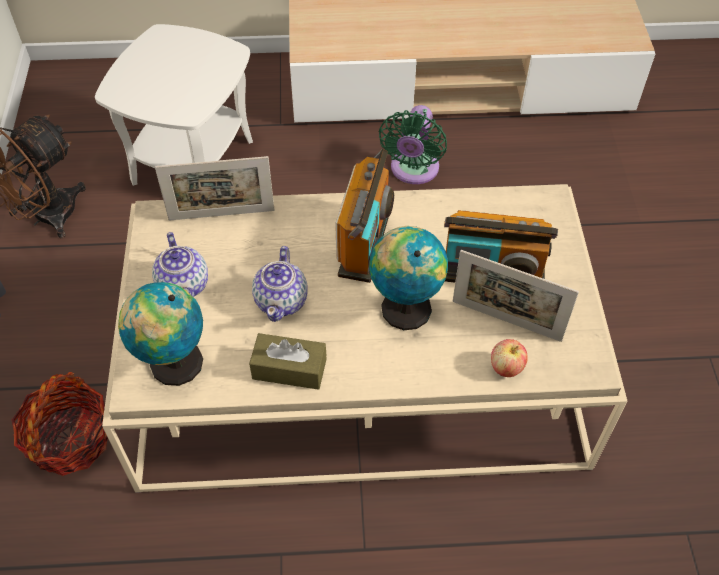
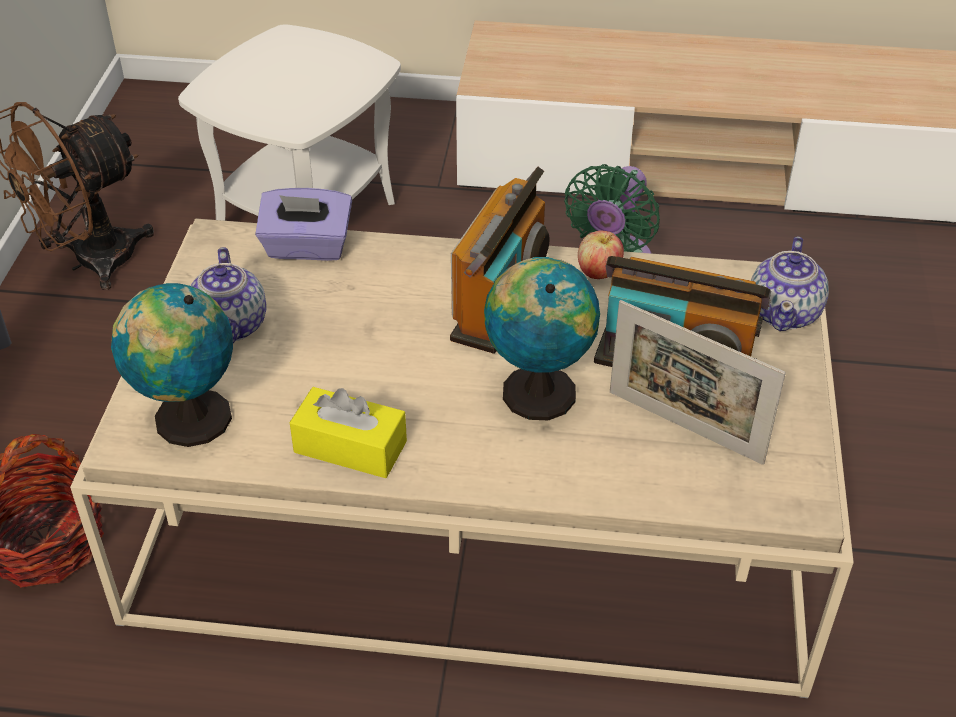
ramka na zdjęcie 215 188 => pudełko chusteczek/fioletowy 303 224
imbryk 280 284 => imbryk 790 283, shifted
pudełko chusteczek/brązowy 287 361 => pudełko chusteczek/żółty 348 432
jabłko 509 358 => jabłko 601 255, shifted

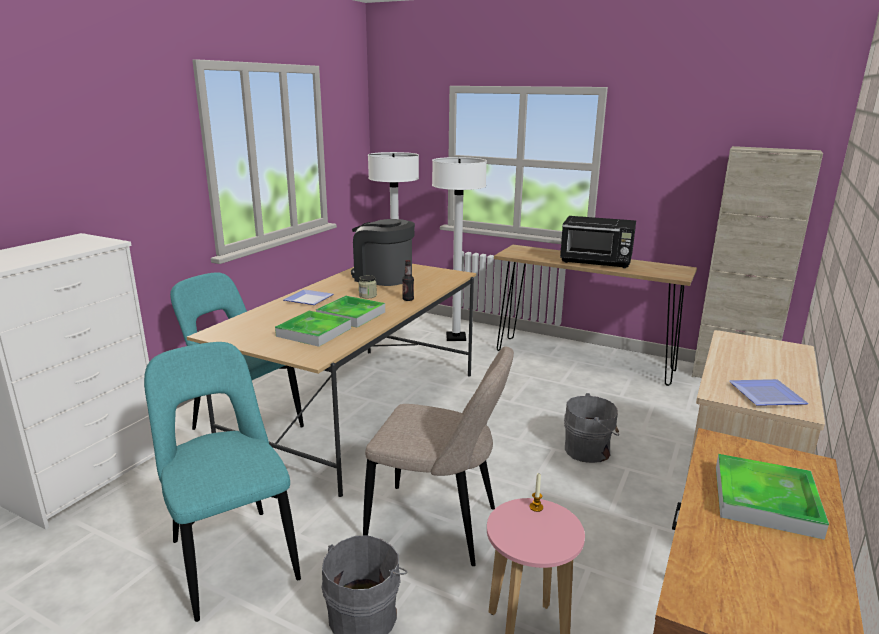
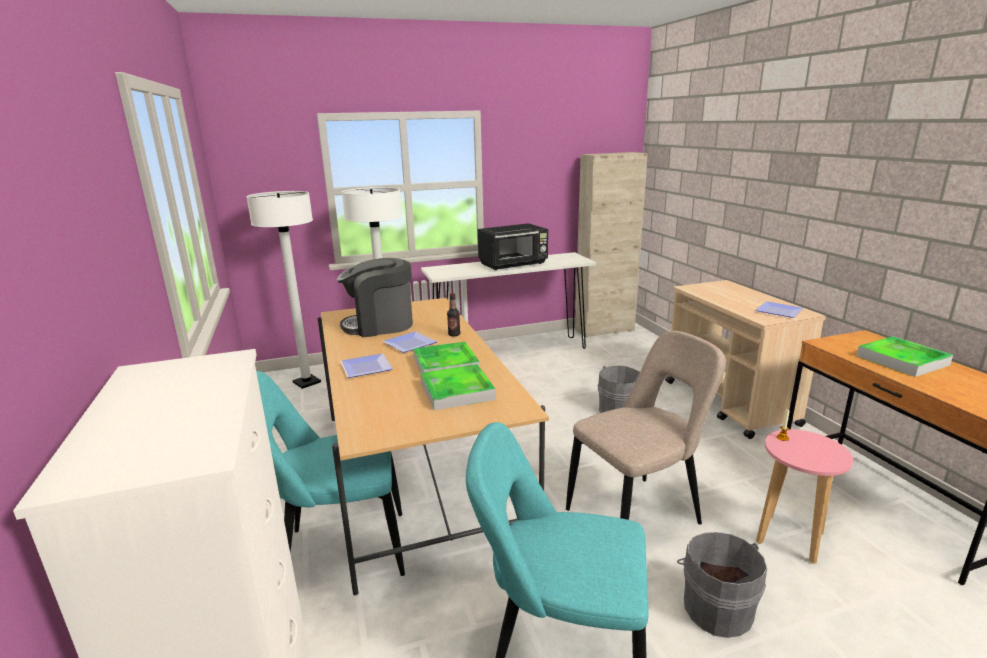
stolik konsolowy/brązowy 595 315 => stolik konsolowy/biały 508 300
słoik 367 286 => talerz 410 342

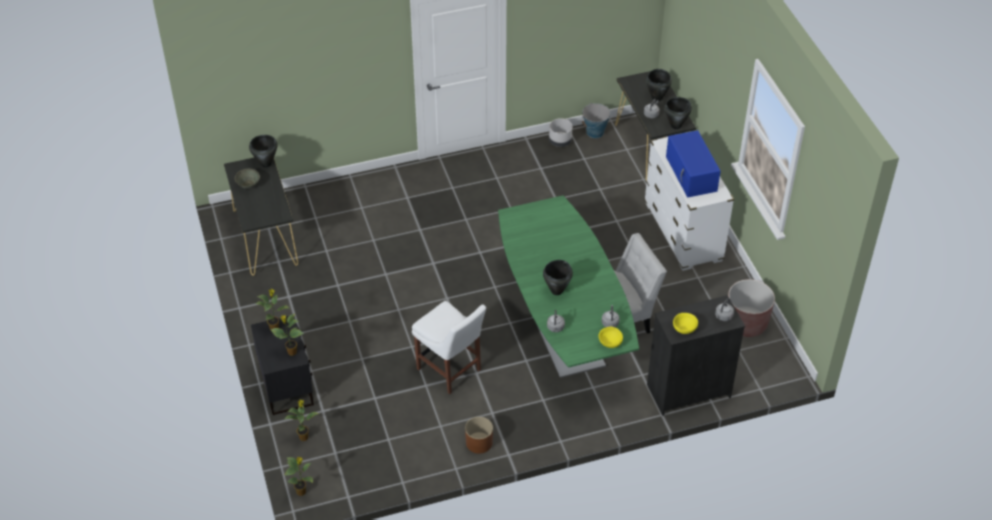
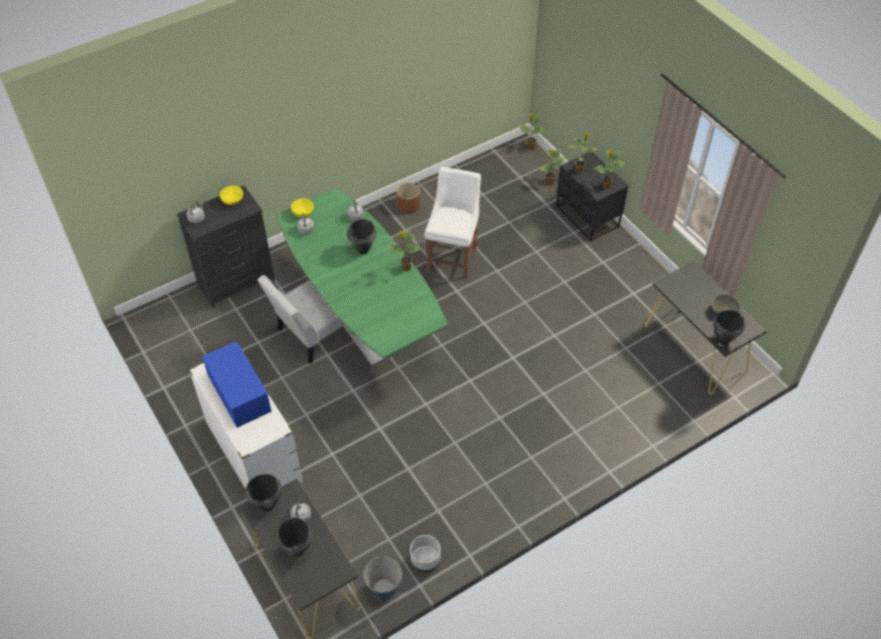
donica/brązowy 751 308 => nothing
krzesło/biały 449 347 => krzesło/biały 452 222, 75 degrees clockwise
nothing => roślina doniczkowa 404 250

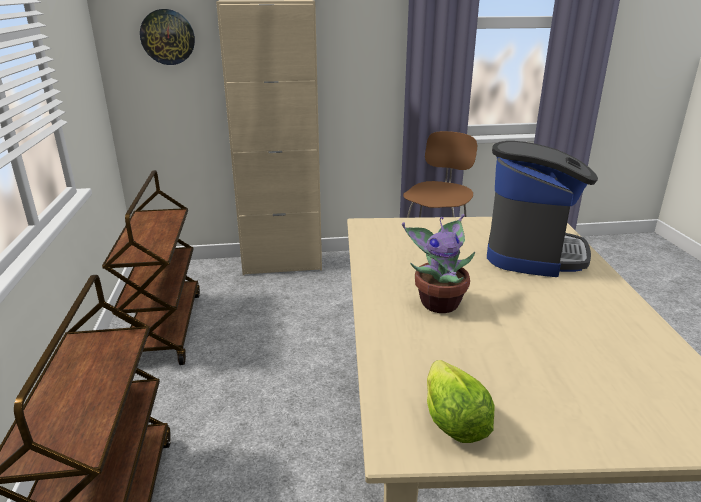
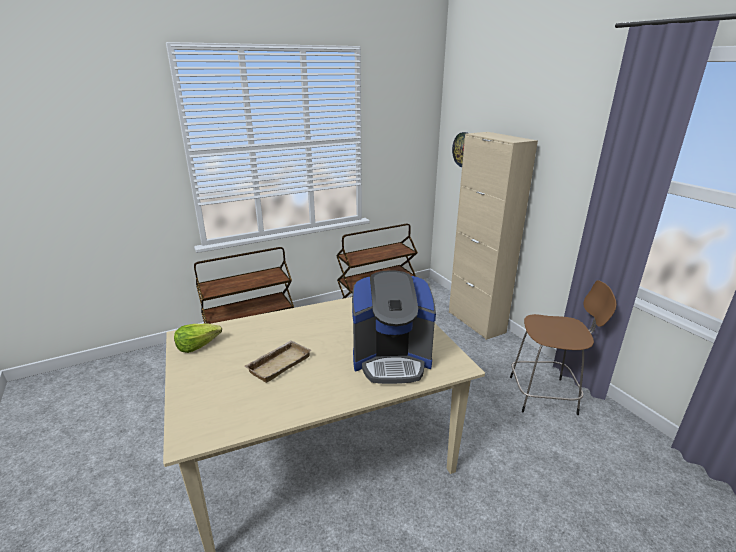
roślina doniczkowa 438 263 => nothing
nothing => taca/beżowy 278 361

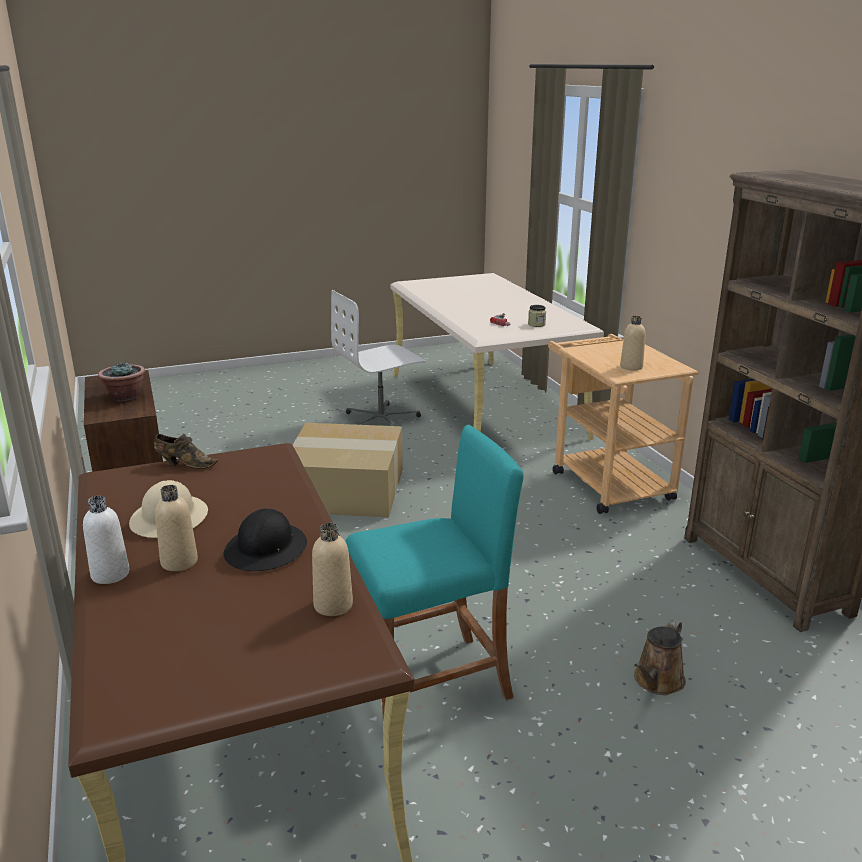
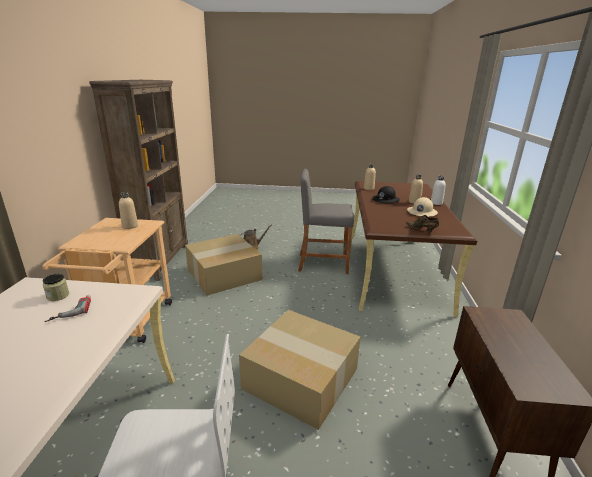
roślina doniczkowa 121 381 => nothing
stołek/turkusowy 434 571 => stołek/szary 326 221
nothing => karton 223 264

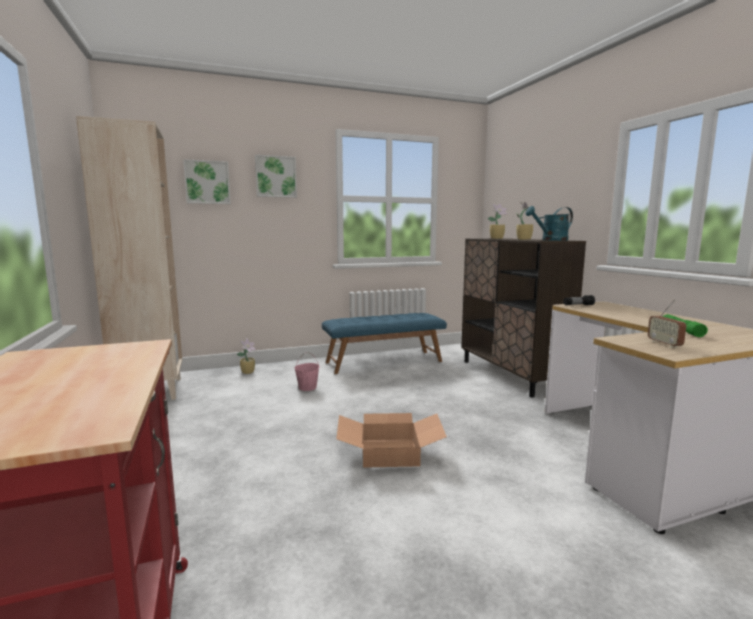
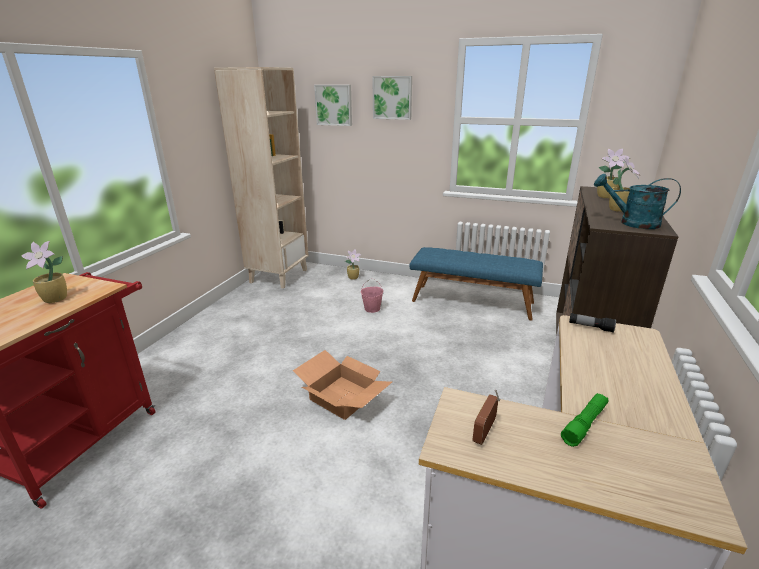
nothing => roślina doniczkowa 44 272

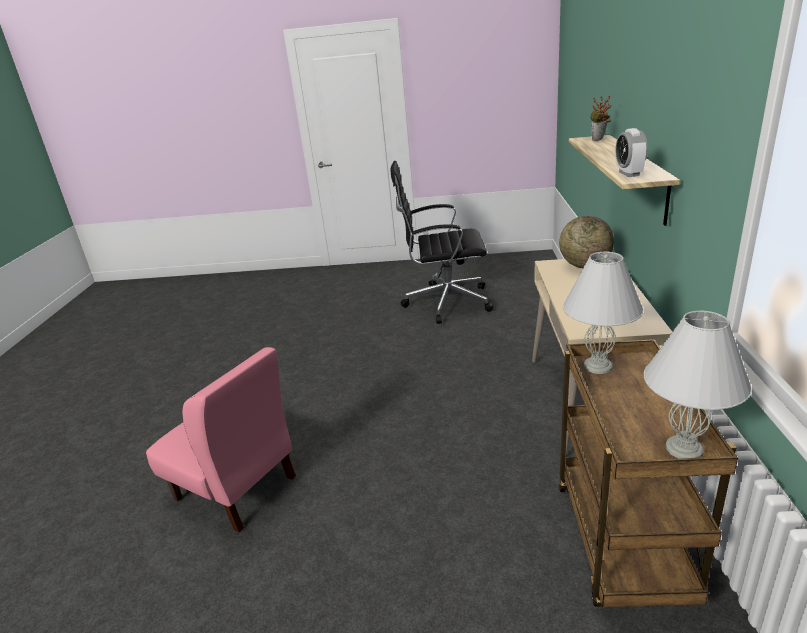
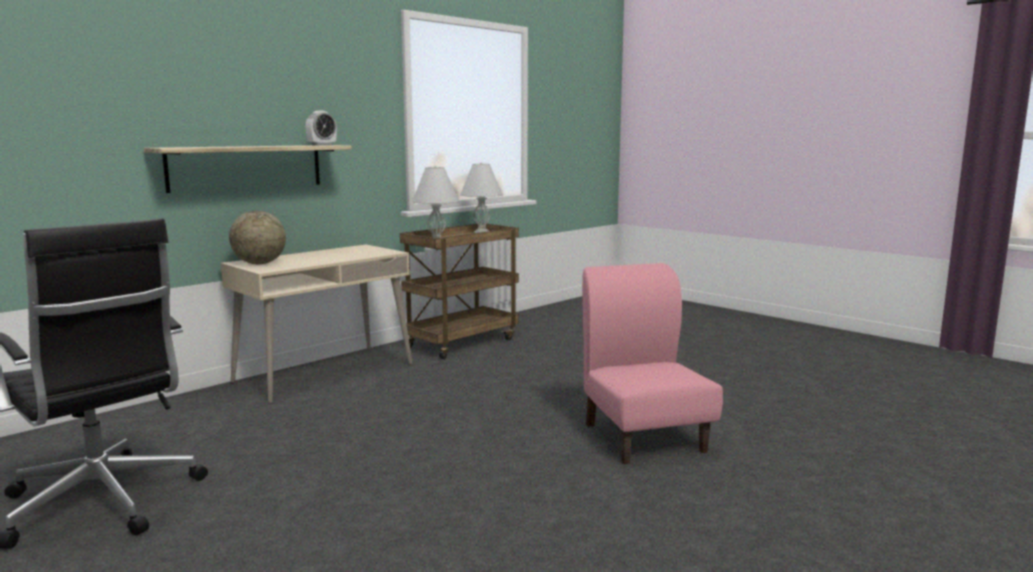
roślina doniczkowa 600 118 => nothing

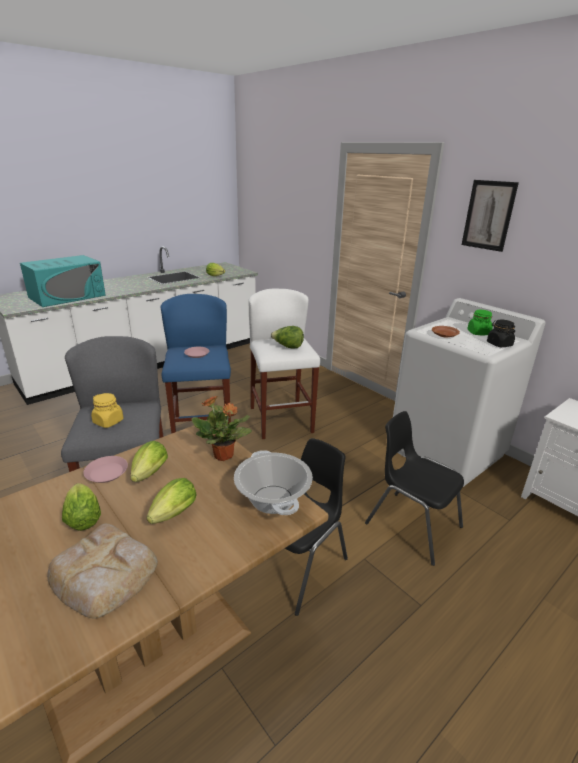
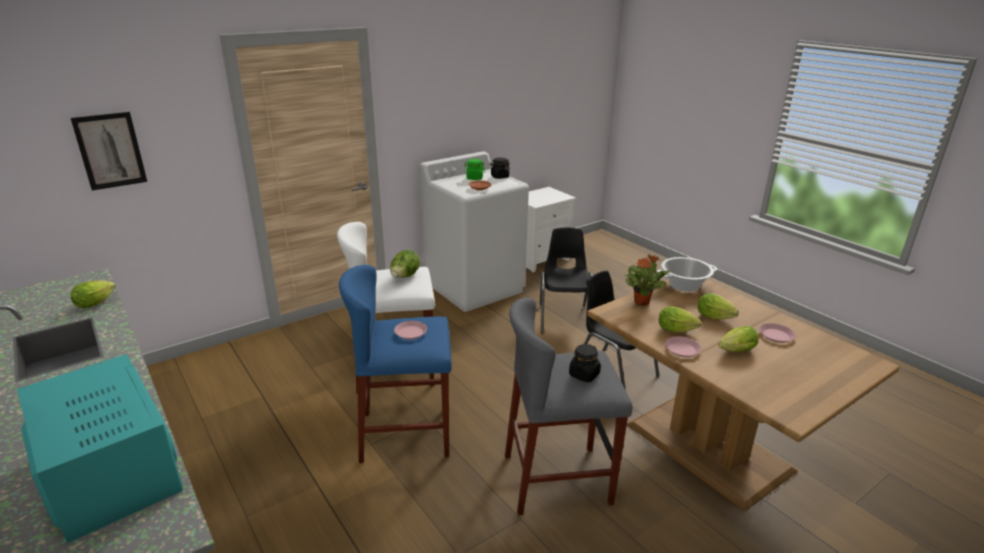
obraz 490 216 => obraz 109 151, shifted
słoik/żółty 107 410 => słoik/czarny 585 363
krzesło/czarny 414 488 => krzesło/czarny 566 281, 135 degrees clockwise
chleb 102 570 => talerz/różowy 777 333

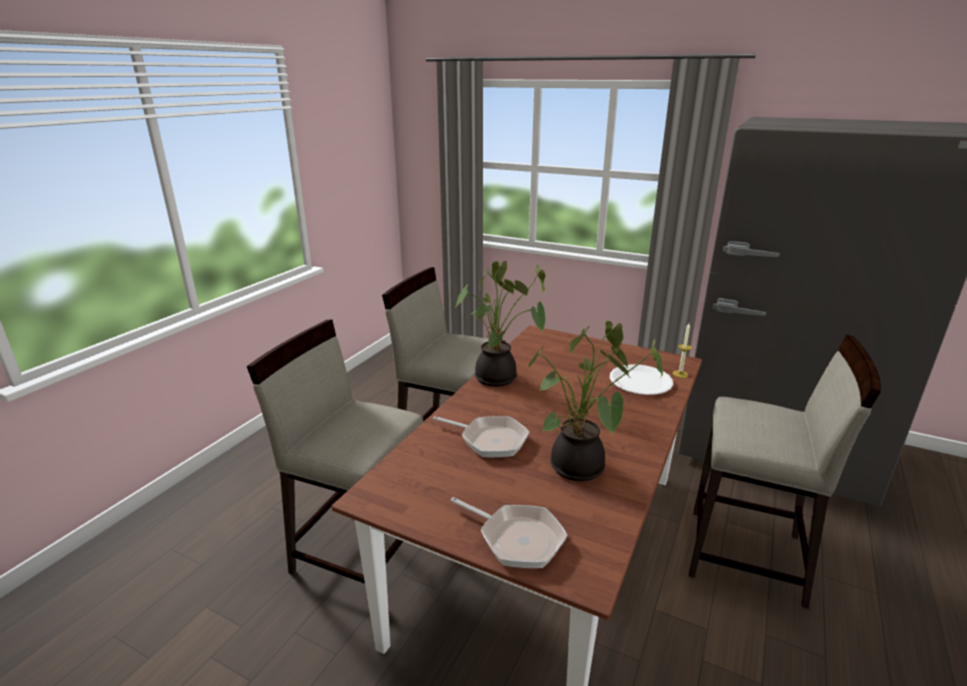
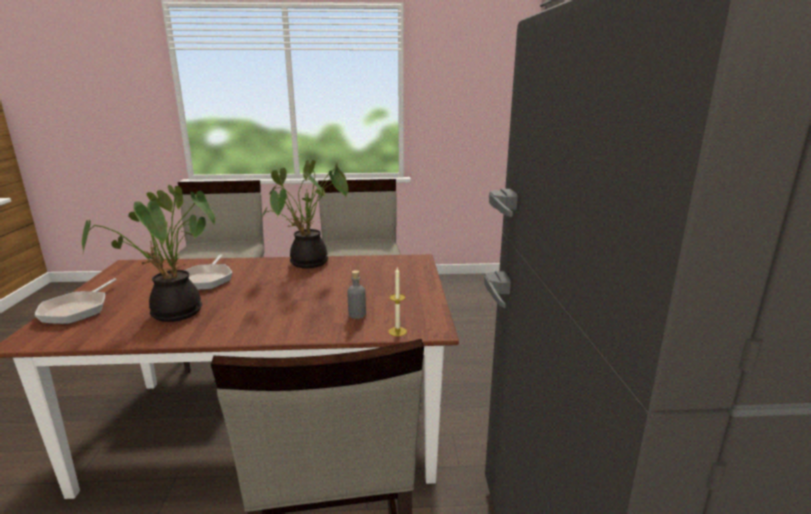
talerz/biały 641 379 => butelka/szary 356 294

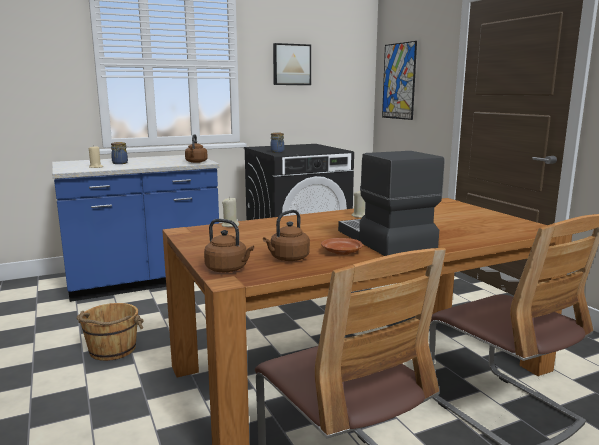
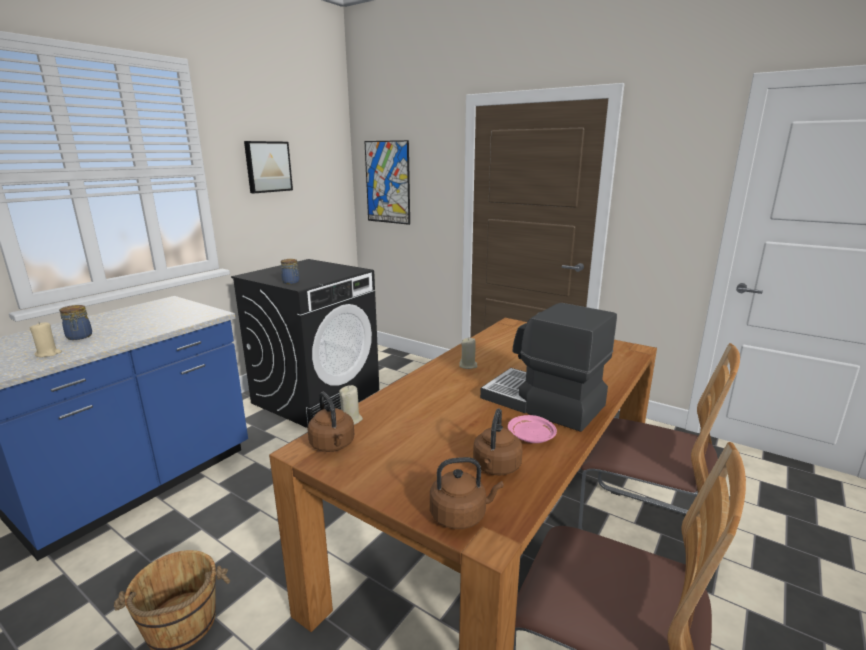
czajnik/brązowy 196 148 => czajnik/brązowy 330 422, shifted
talerz/brązowy 342 246 => talerz/różowy 532 429

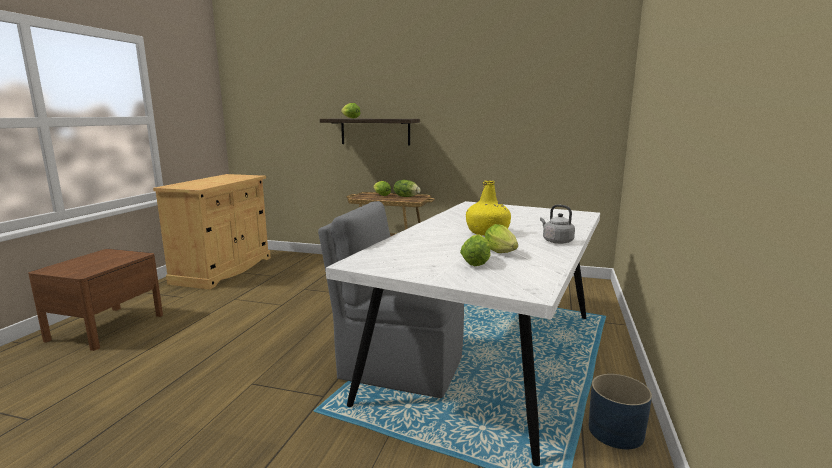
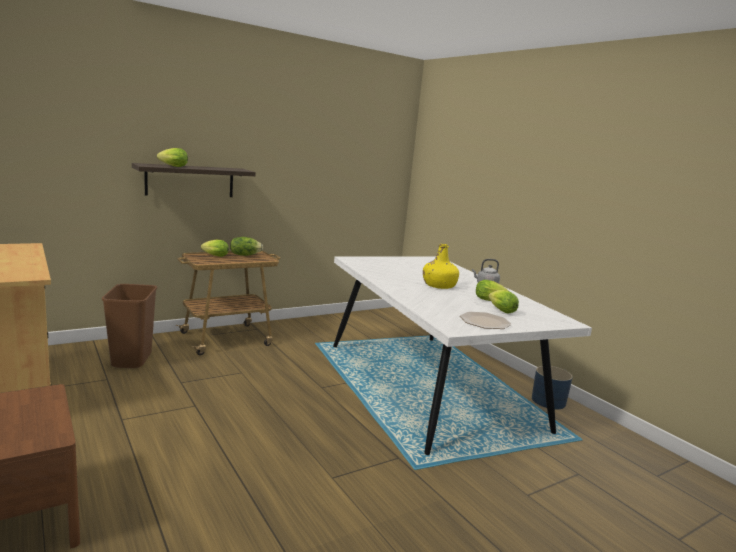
krzesło/szary 391 299 => nothing
nothing => kosz na śmieci/brązowy 129 326
nothing => talerz 486 320

